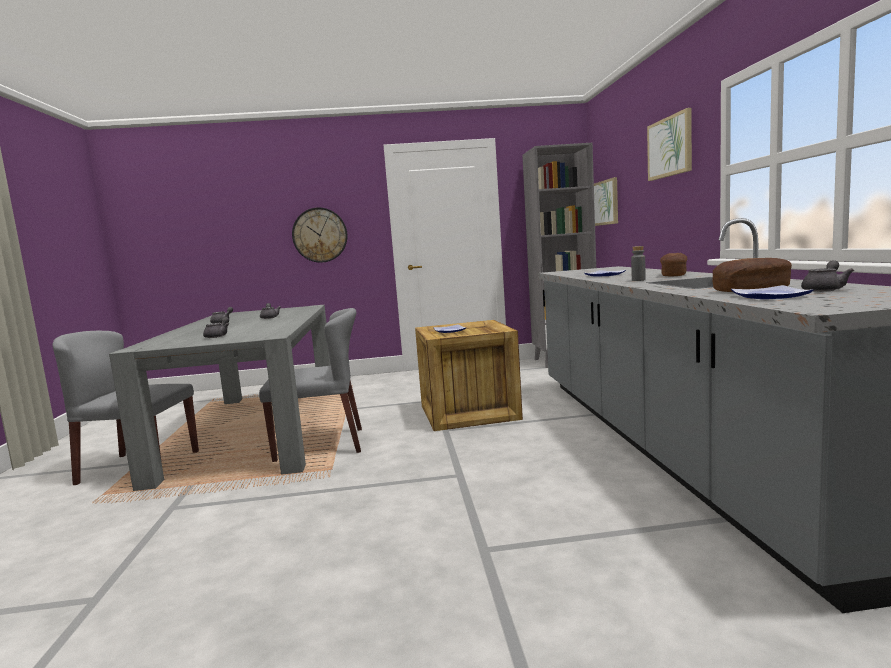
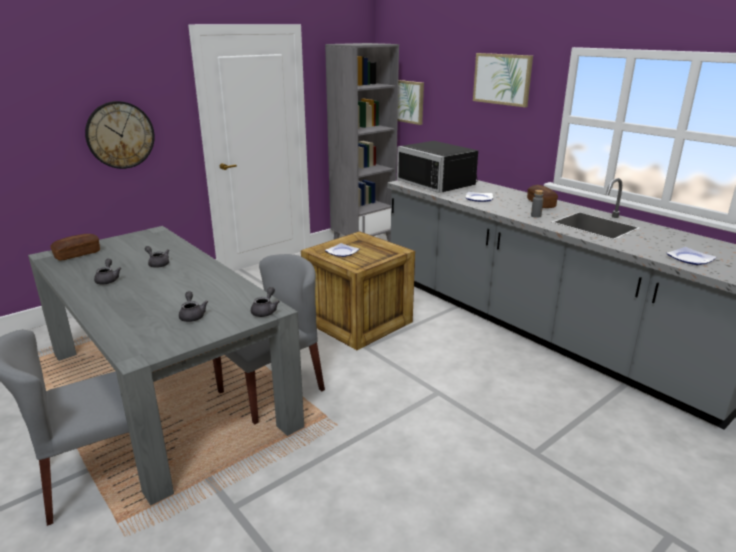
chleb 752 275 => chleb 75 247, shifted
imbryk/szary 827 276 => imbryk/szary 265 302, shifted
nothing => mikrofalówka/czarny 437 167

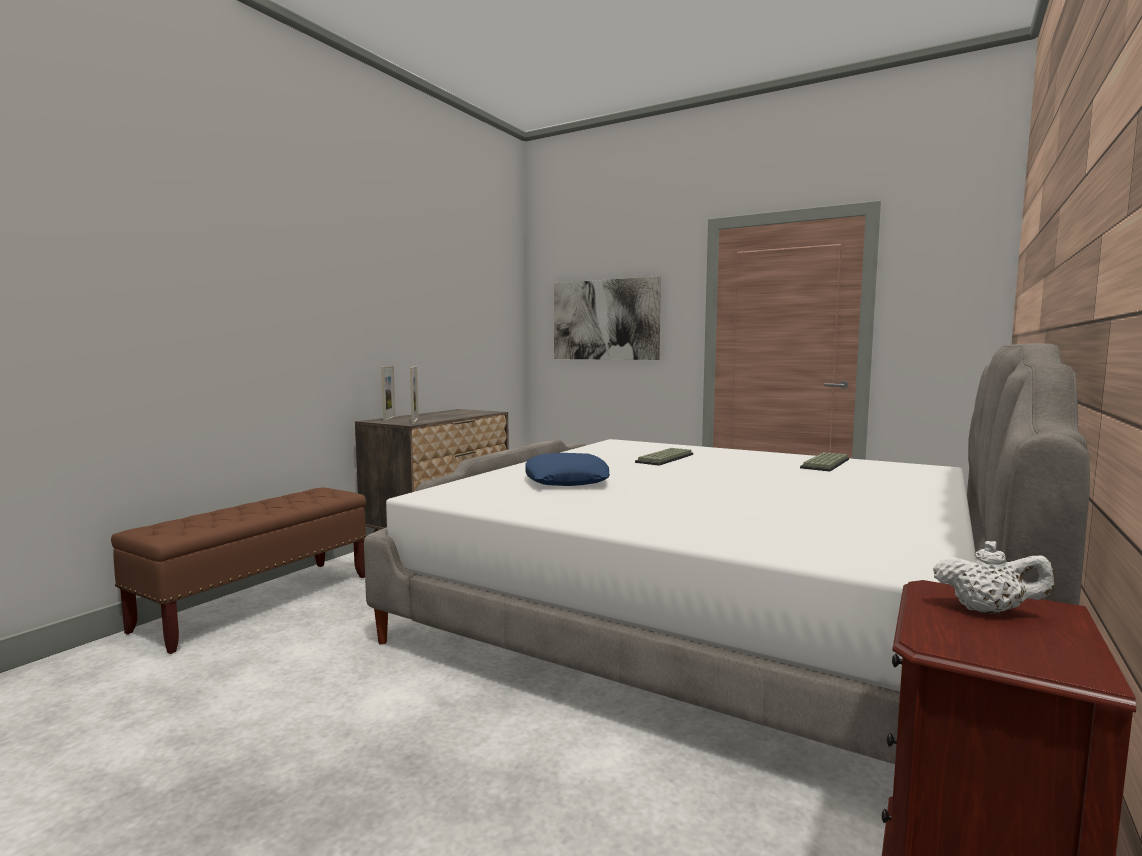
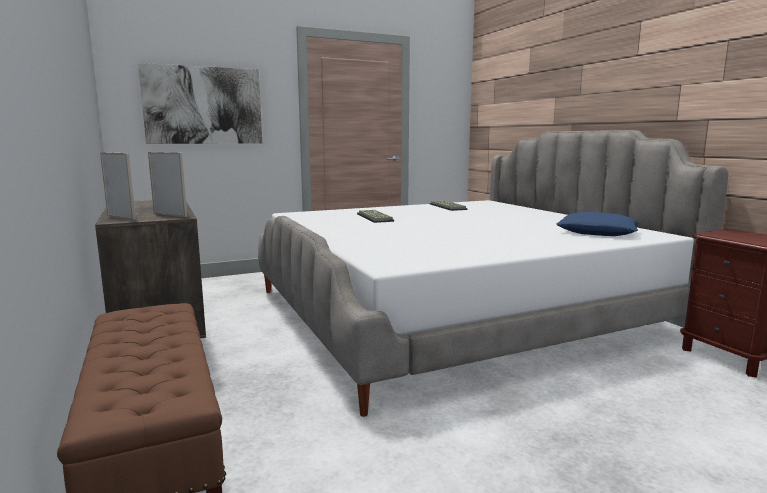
poduszka/niebieski 567 469 => poduszka/niebieski 597 224, shifted
imbryk/biały 994 577 => nothing

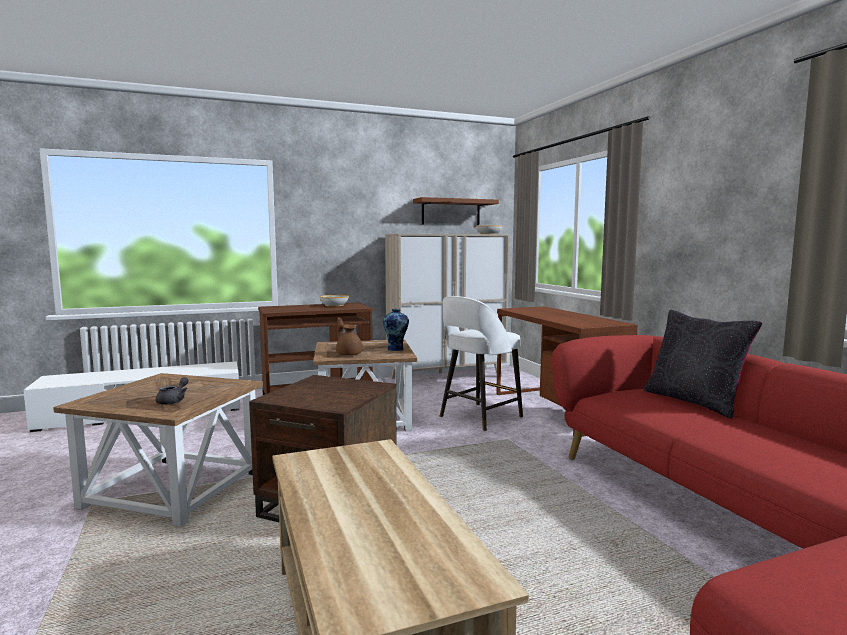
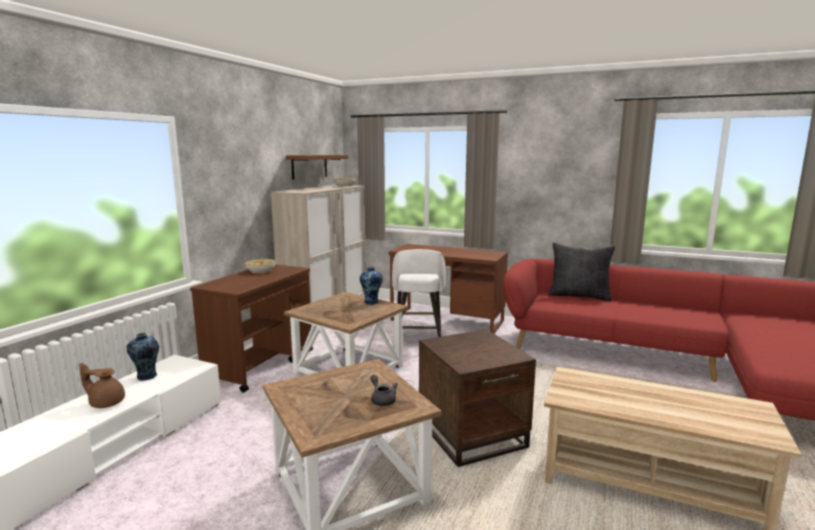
imbryk/brązowy 349 336 => imbryk/brązowy 102 385, shifted
nothing => wazon 143 357

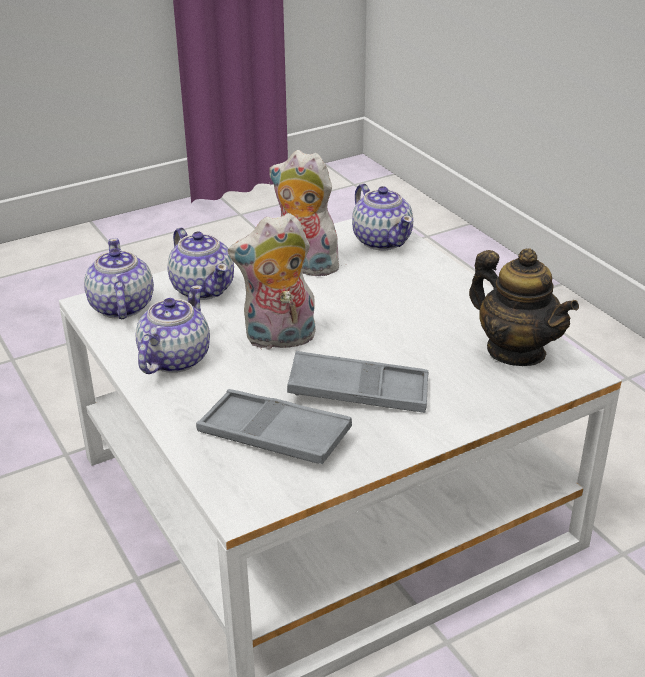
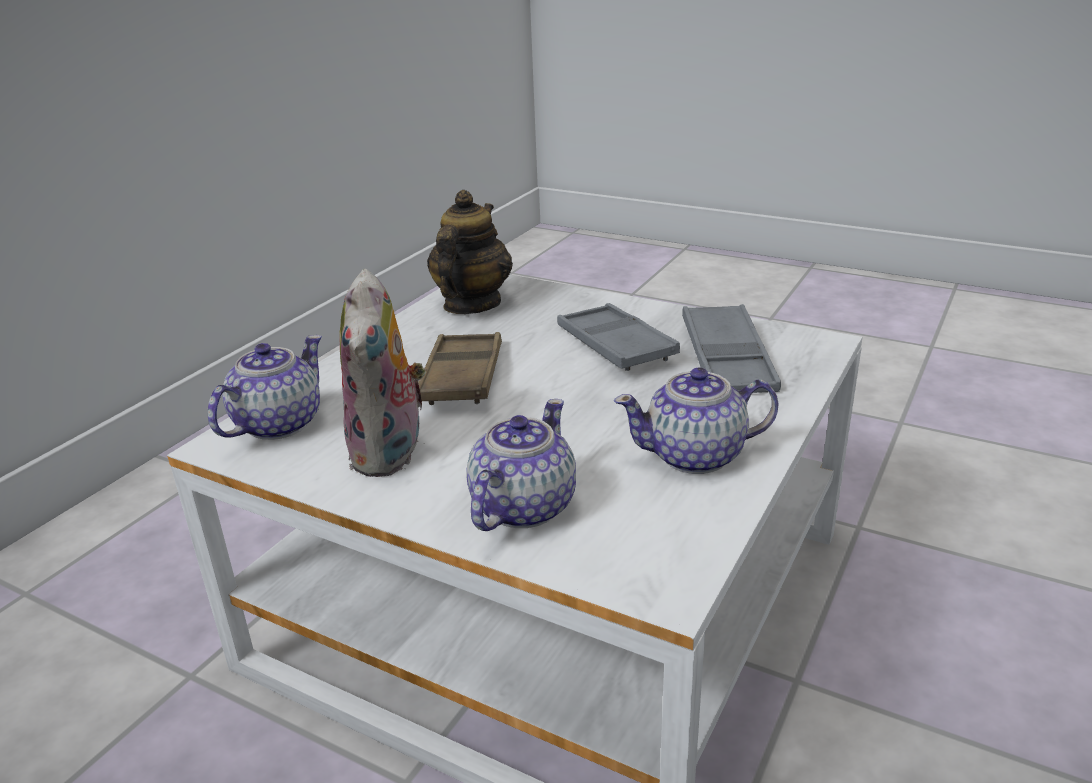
pluszak 272 282 => nothing
imbryk 119 278 => nothing
nothing => taca/brązowy 460 368

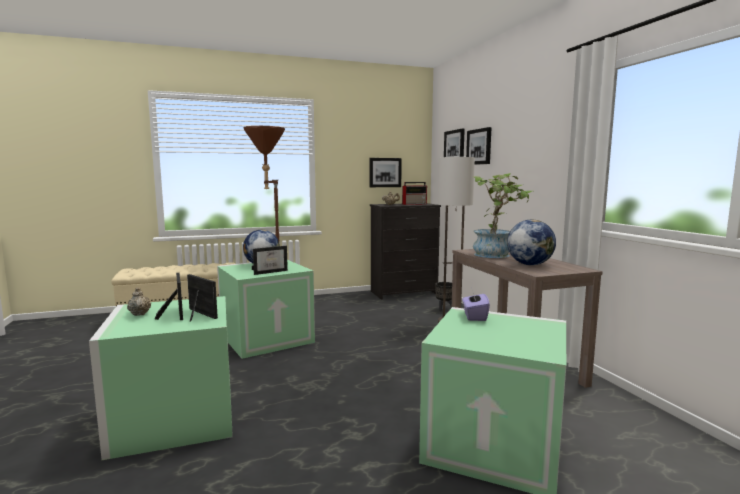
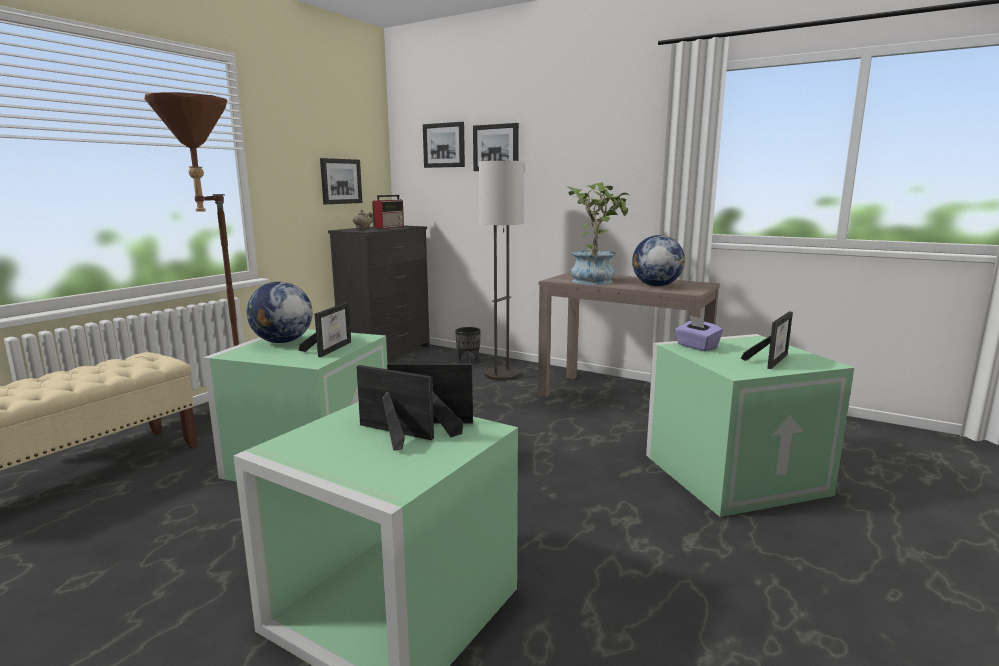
imbryk/beżowy 139 301 => nothing
nothing => ramka na zdjęcie 767 340

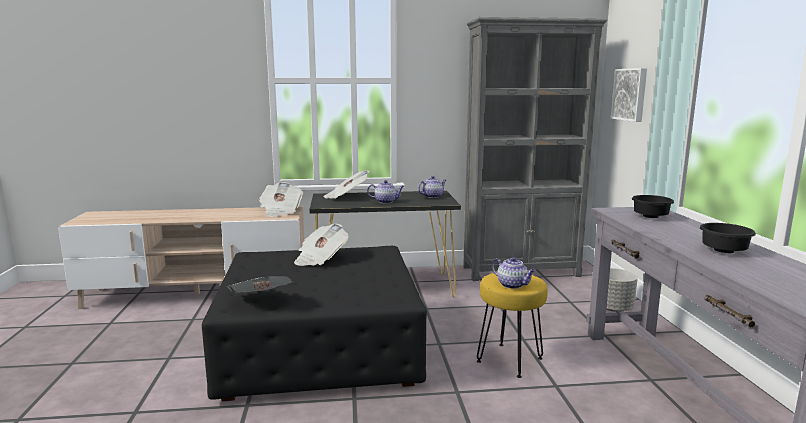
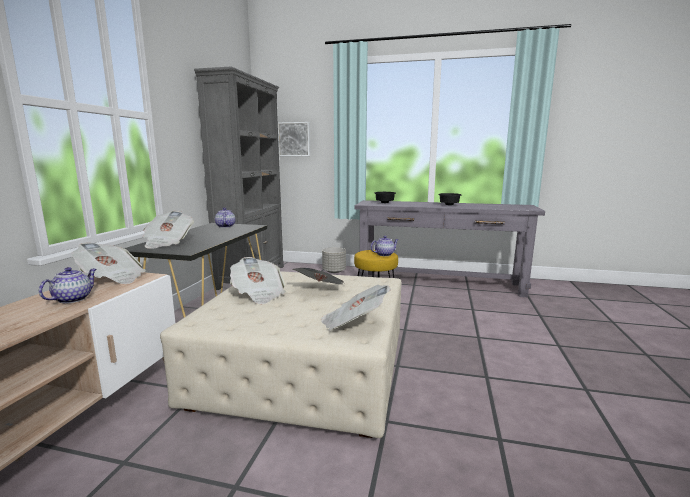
imbryk 385 191 => imbryk 67 285, shifted
pufa/czarny 314 323 => pufa/beżowy 281 354
nothing => gazeta 317 276

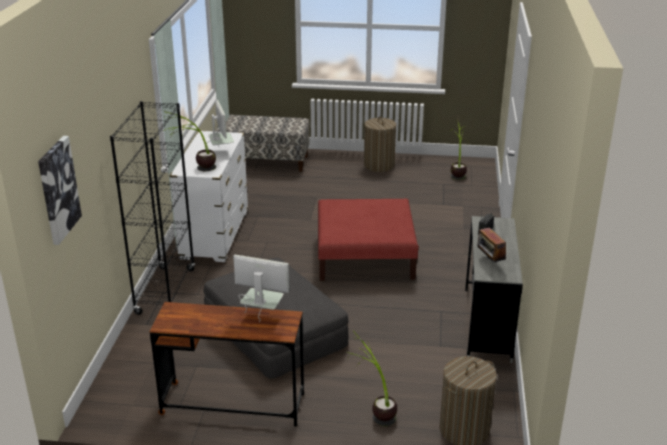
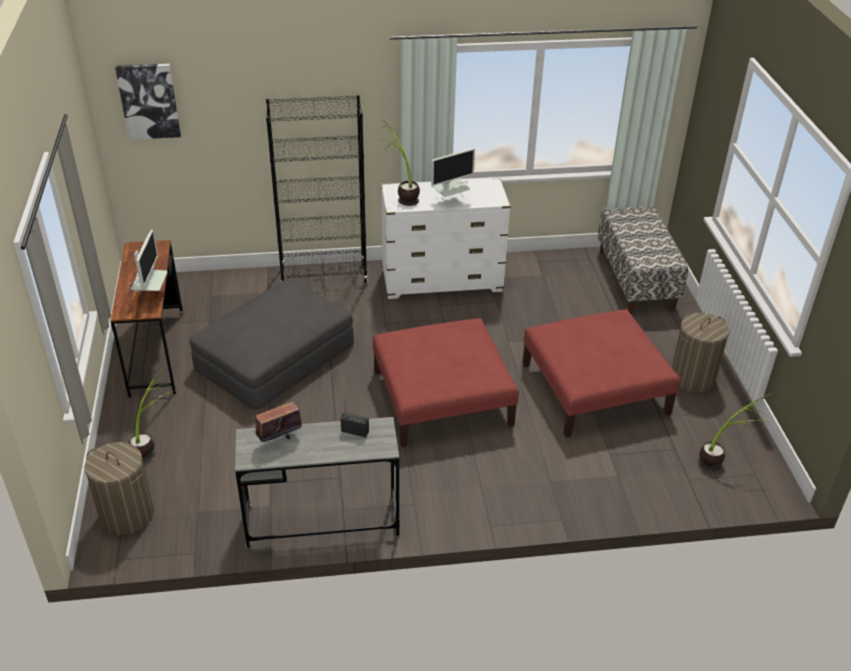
nothing => pufa/czerwony 601 373

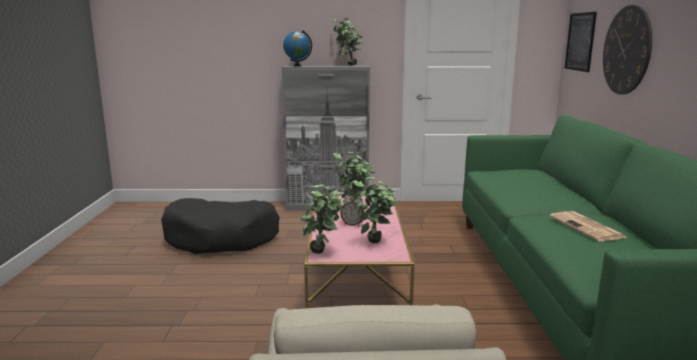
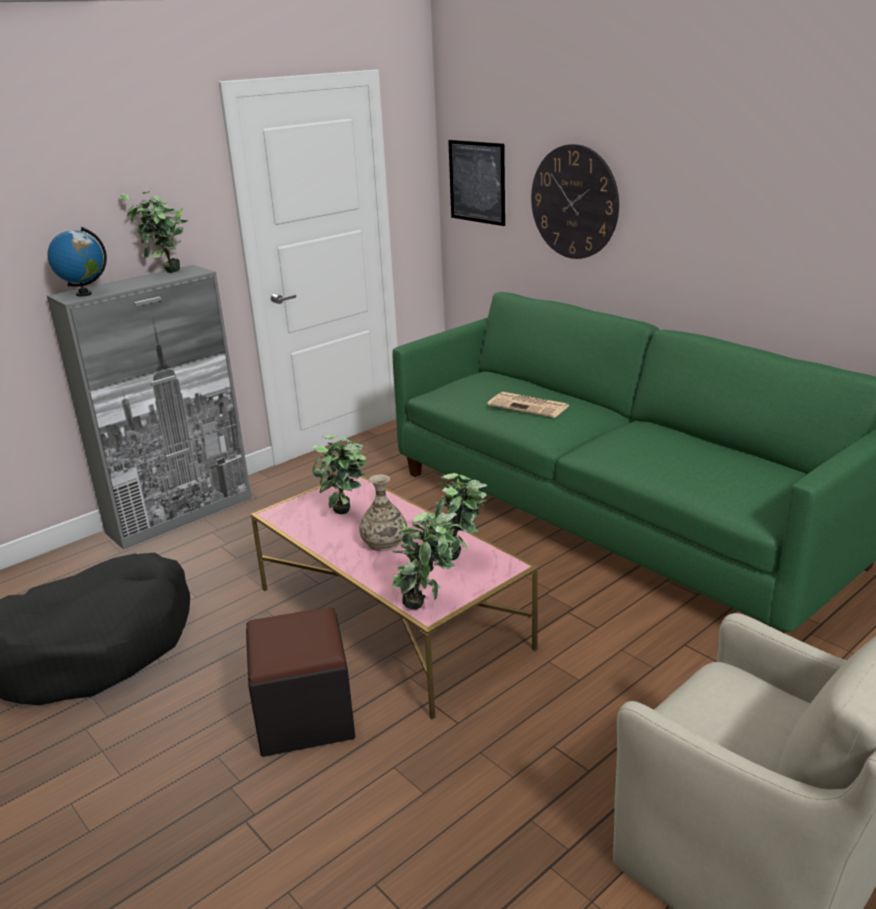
budzik 352 210 => wazon 383 512
gazeta 589 226 => gazeta 529 405, shifted
nothing => pufa/czarny 300 682

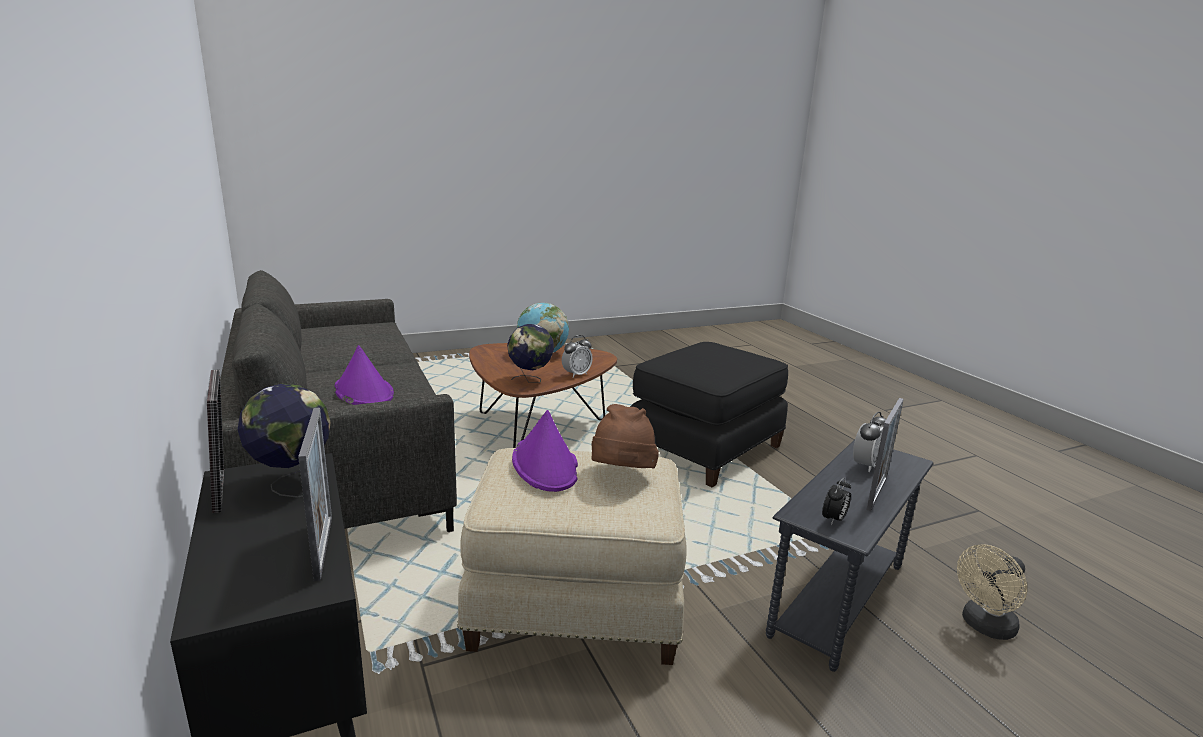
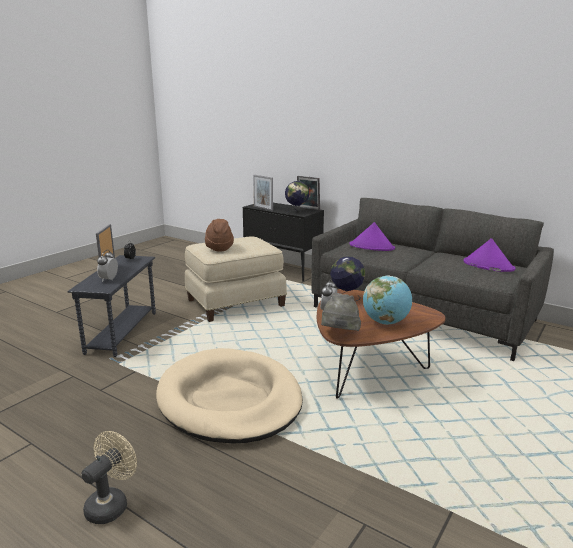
pufa/czarny 709 414 => legowisko/beżowy 229 396
kapelusz/fioletowy 545 451 => kapelusz/fioletowy 489 255, shifted
wentylator/beżowy 992 592 => wentylator/beżowy 109 477, shifted
nothing => kapelusz/szary 341 312

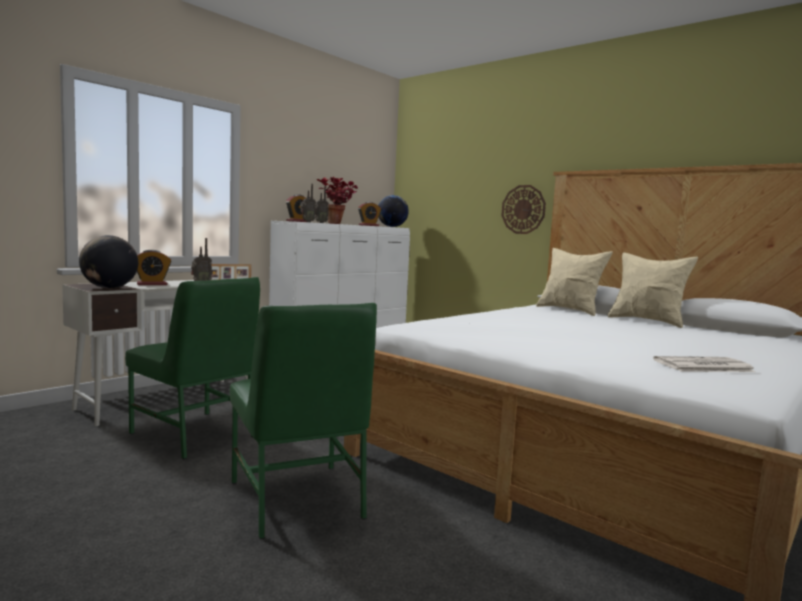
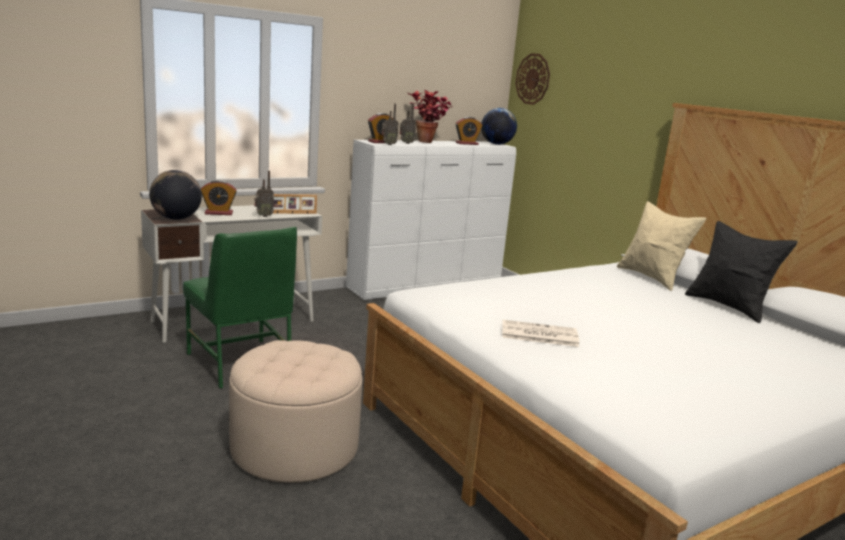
zegar ścienny 523 209 => zegar ścienny 532 79, shifted
poduszka/beżowy 652 290 => poduszka/czarny 741 272
krzesło/zielony 303 421 => pufa/beżowy 295 411
gazeta 704 364 => gazeta 540 333, shifted

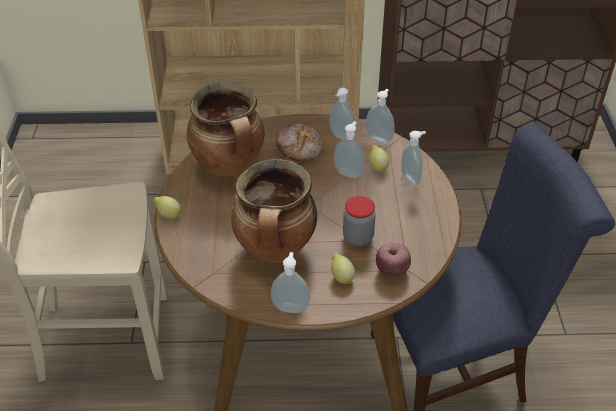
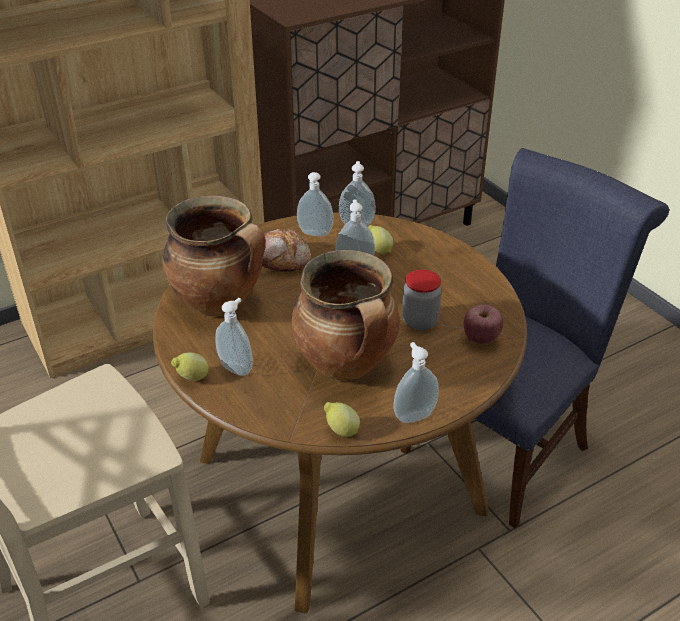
dozownik mydła 414 159 => dozownik mydła 234 337, shifted
cytryna 343 268 => cytryna 342 419, shifted

